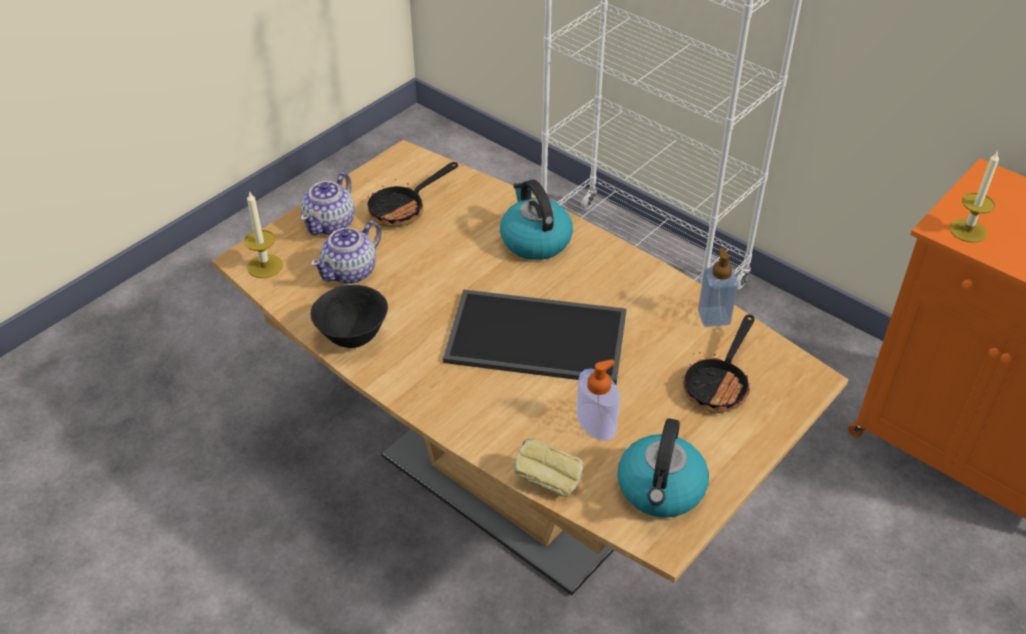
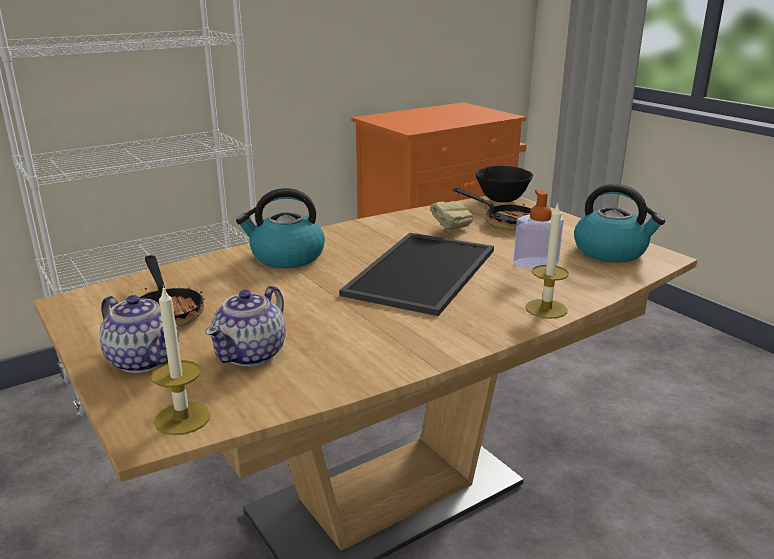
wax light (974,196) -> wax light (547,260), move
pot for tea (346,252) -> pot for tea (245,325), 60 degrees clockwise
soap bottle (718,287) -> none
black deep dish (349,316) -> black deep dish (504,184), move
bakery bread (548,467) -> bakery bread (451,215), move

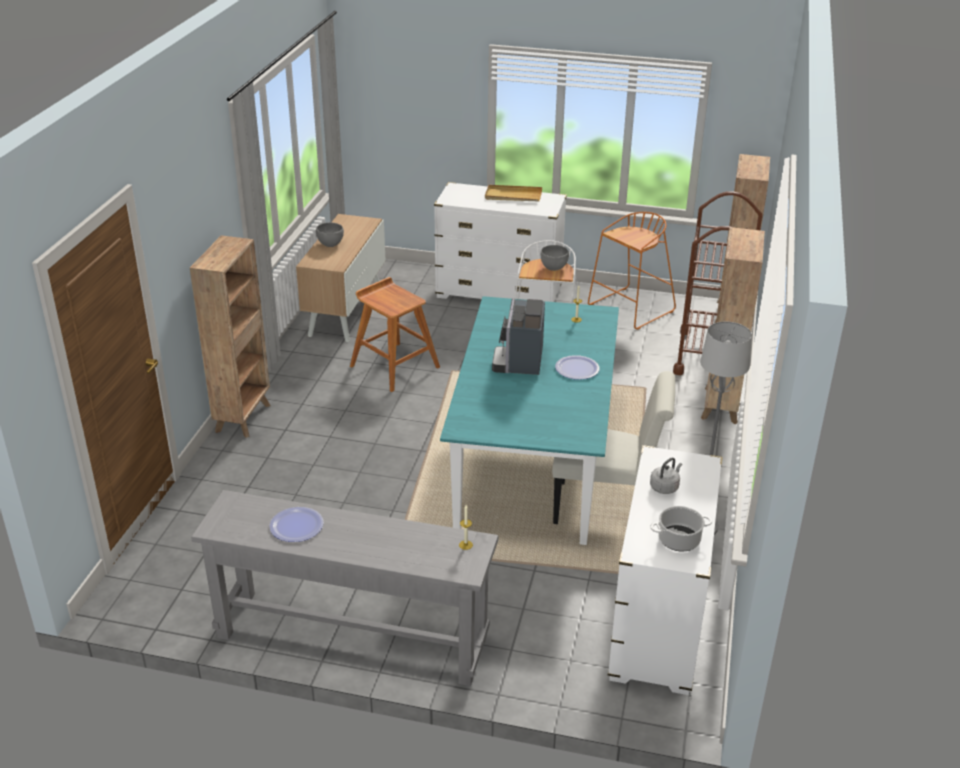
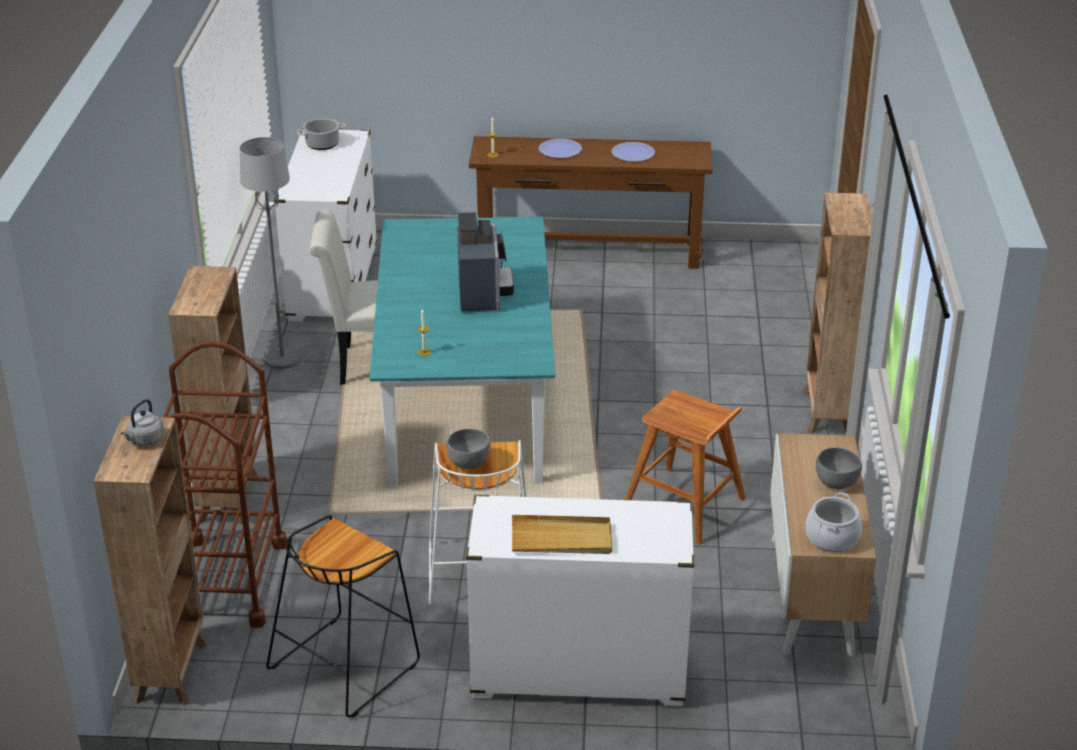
orangey sitting stool (632,271) -> black sitting stool (343,616)
plate (577,367) -> plate (560,148), move
grey water kettle (666,475) -> grey water kettle (142,422), move
grey console table (344,588) -> brown console table (591,202)
none -> stockpot (834,522)

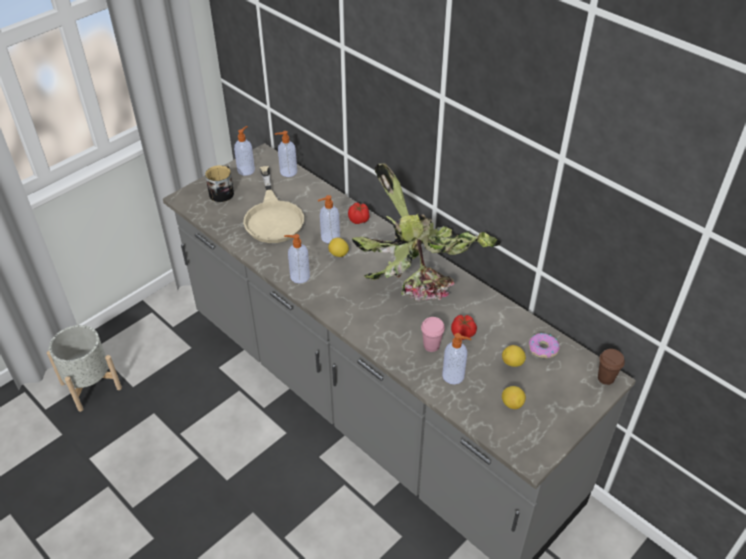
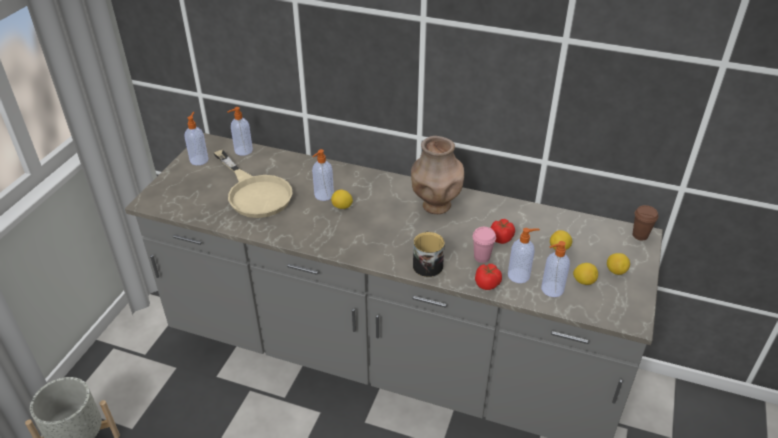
potted plant (426,232) -> brown vase (437,175)
coffee mug (219,183) -> coffee mug (429,254), move
fresh tomato (359,213) -> fresh tomato (488,277), move
soap bottle (297,258) -> soap bottle (555,269), move
donut (544,345) -> none
none -> lemon (618,264)

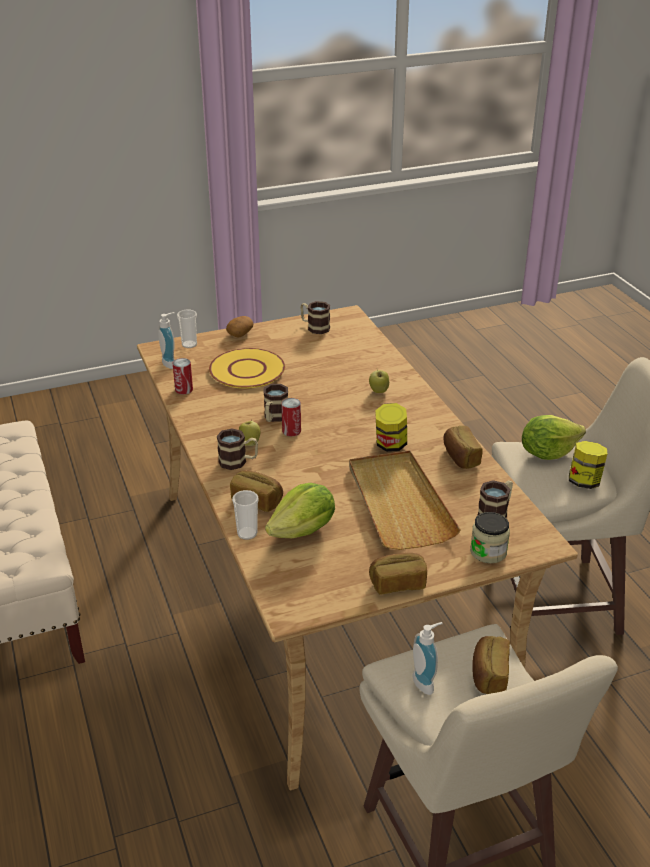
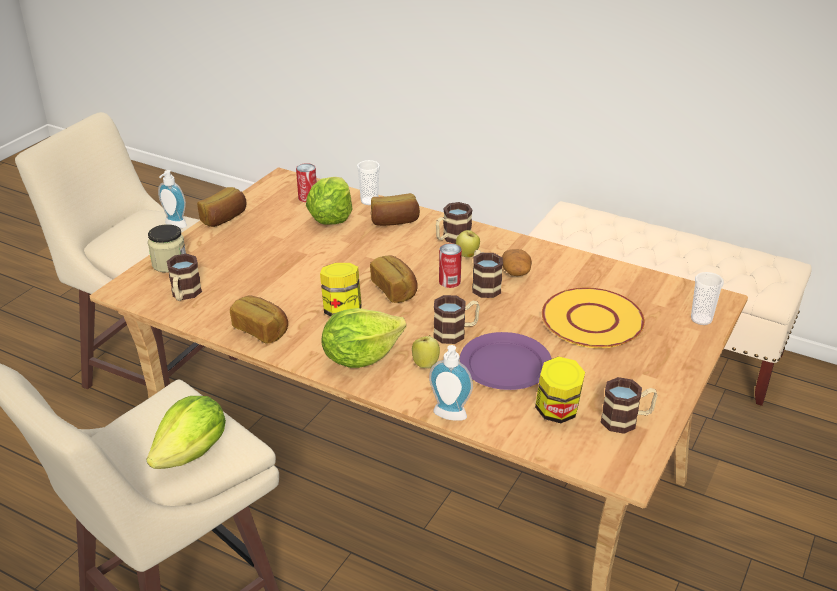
soap bottle (166,340) -> soap bottle (451,383), move
potato (239,327) -> potato (517,262), move
sealed can (183,376) -> sealed can (306,182), move
jar (588,465) -> jar (560,389), move
sand-coloured carrying tray (405,500) -> none
bakery bread (491,665) -> bakery bread (394,279), move
none -> coffee mug (456,319)
none -> lettuce (363,338)
none -> purple-coloured plate (506,361)

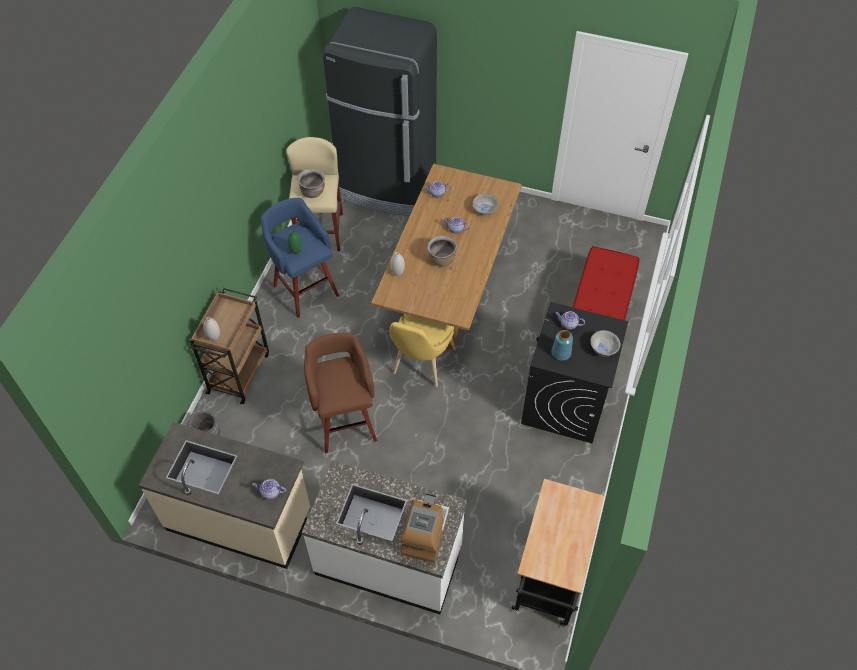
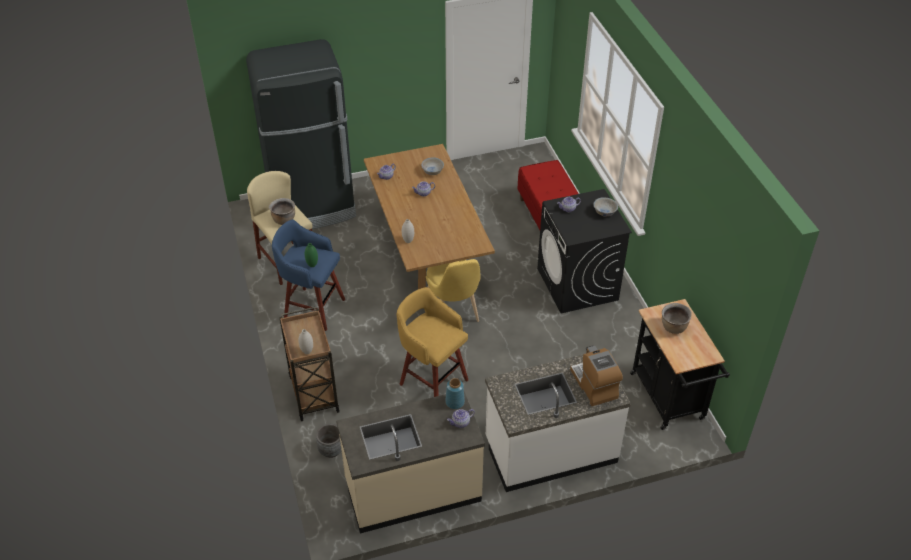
brown stockpot (442,251) -> brown stockpot (677,318), move
bluish vase (562,345) -> bluish vase (455,393), move
brown sitting stool (340,393) -> yellow-coloured sitting stool (432,342)

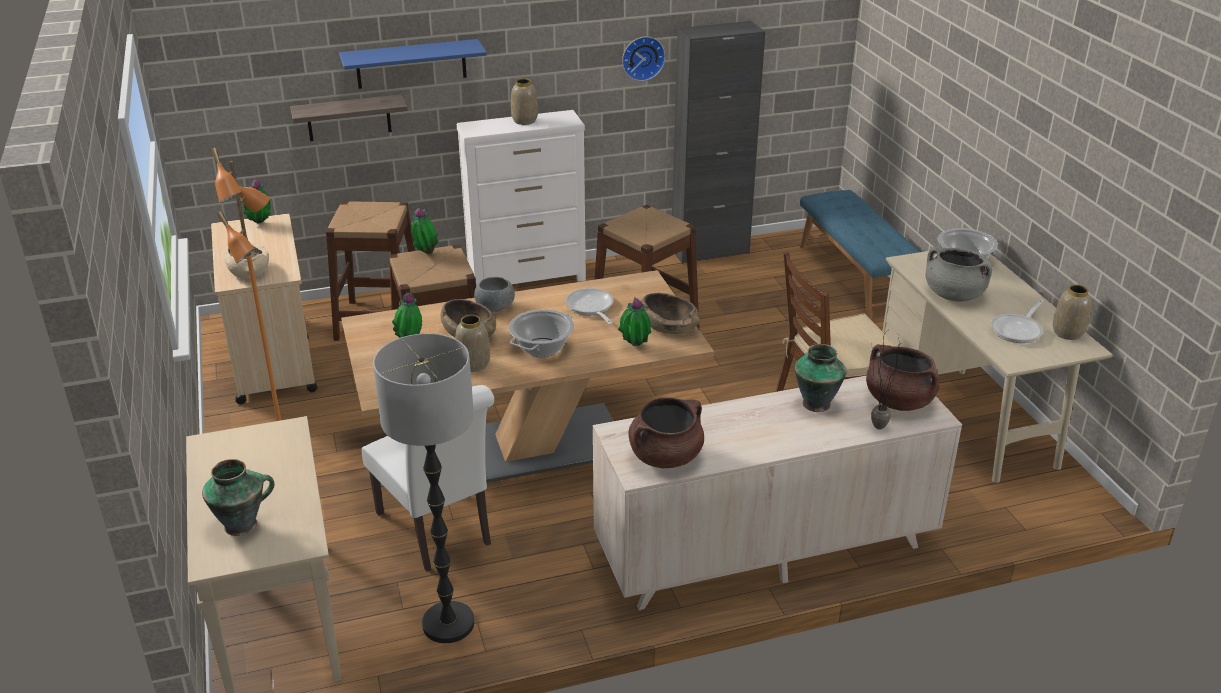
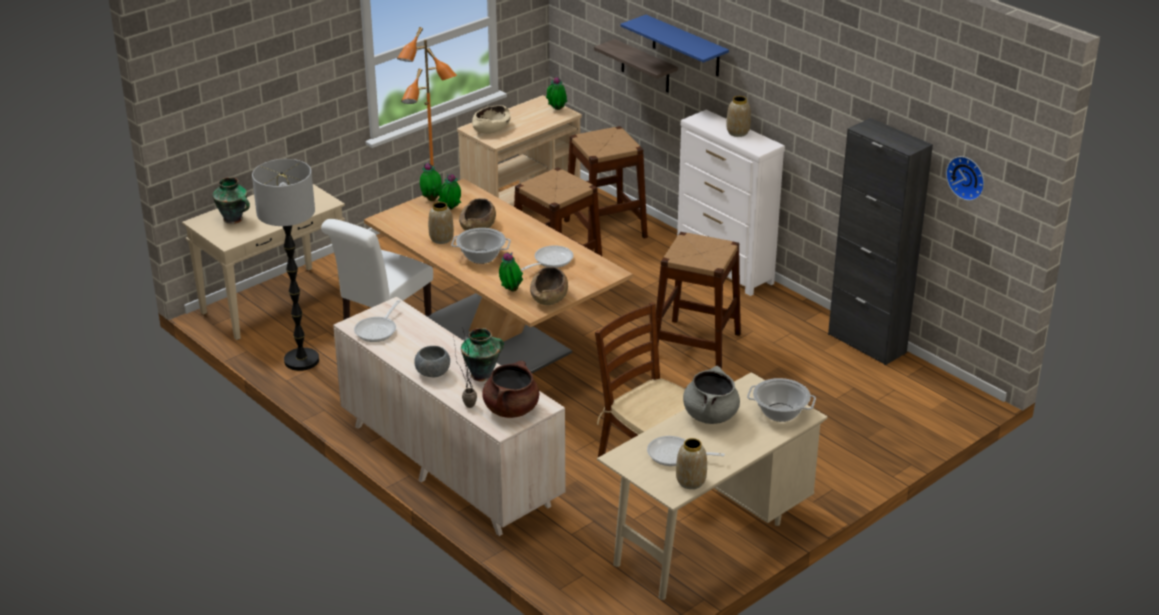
hanging clock (644,59) -> hanging clock (965,178), move
bluish long seat (860,254) -> none
potted plant (425,231) -> potted plant (431,181), move
grey deep dish (494,294) -> grey deep dish (432,361), move
brown stockpot (666,433) -> pan (377,321)

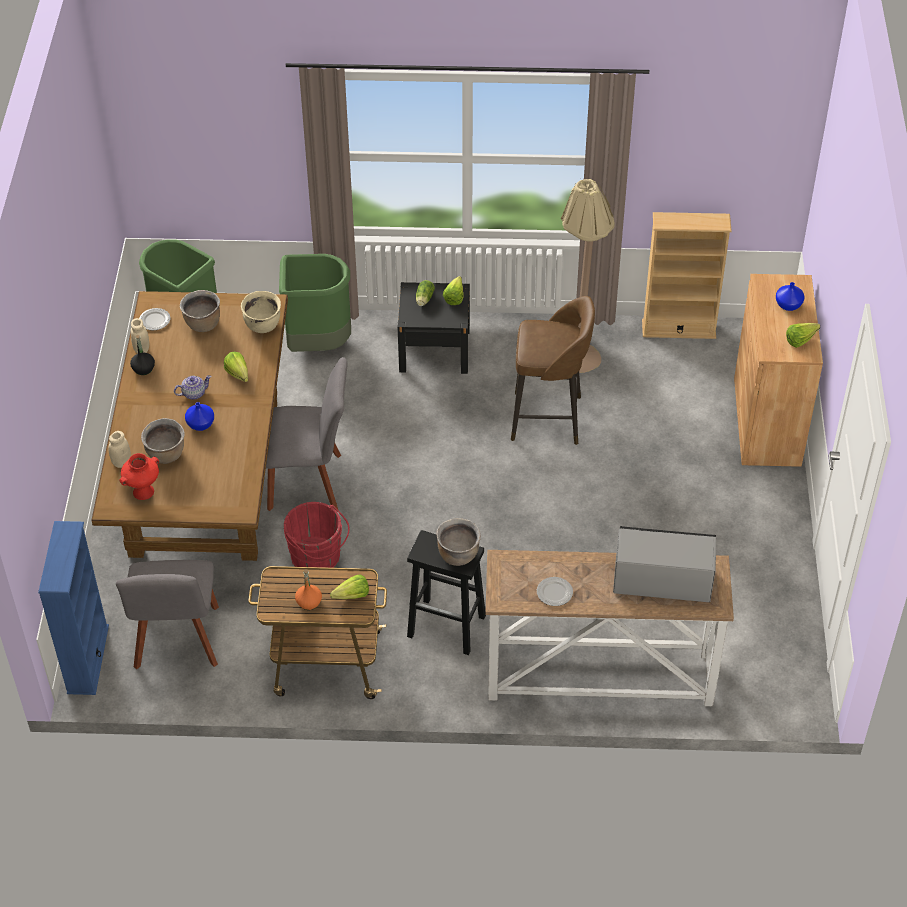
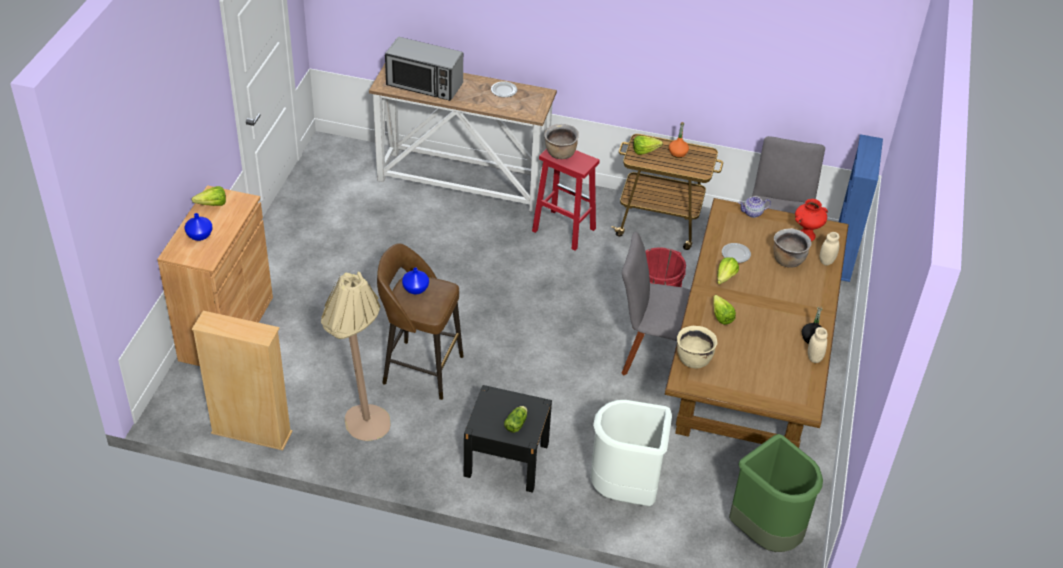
greenish trash can (315,303) -> white trash can (631,453)
lettuce (453,290) -> lettuce (728,271), move
brown stockpot (200,311) -> none
plate (154,319) -> plate (736,253), move
pot for tea (192,387) -> pot for tea (755,207), move
bluish vase (199,416) -> bluish vase (415,281), move
black sitting stool (446,592) -> reddish sitting stool (566,200)

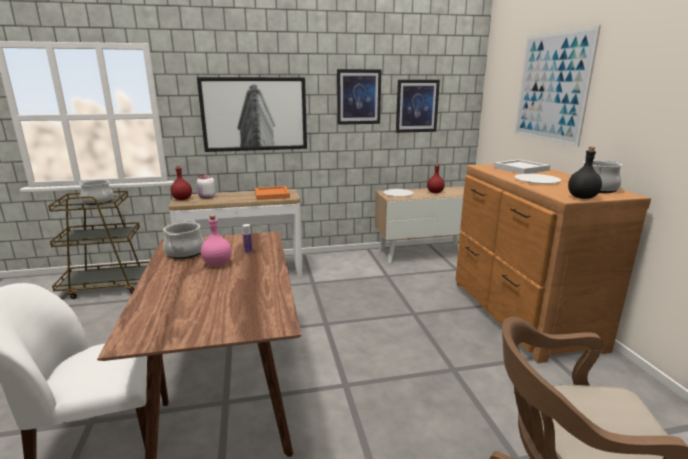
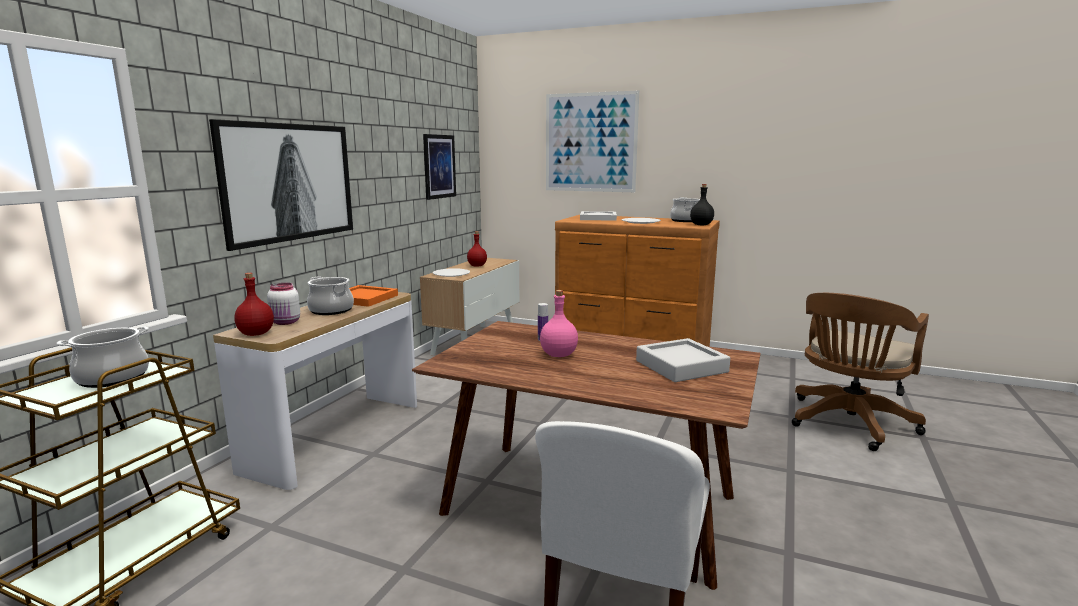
wall art (359,97) -> none
stockpot (183,239) -> stockpot (330,295), move
none -> grey carrying tray (683,360)

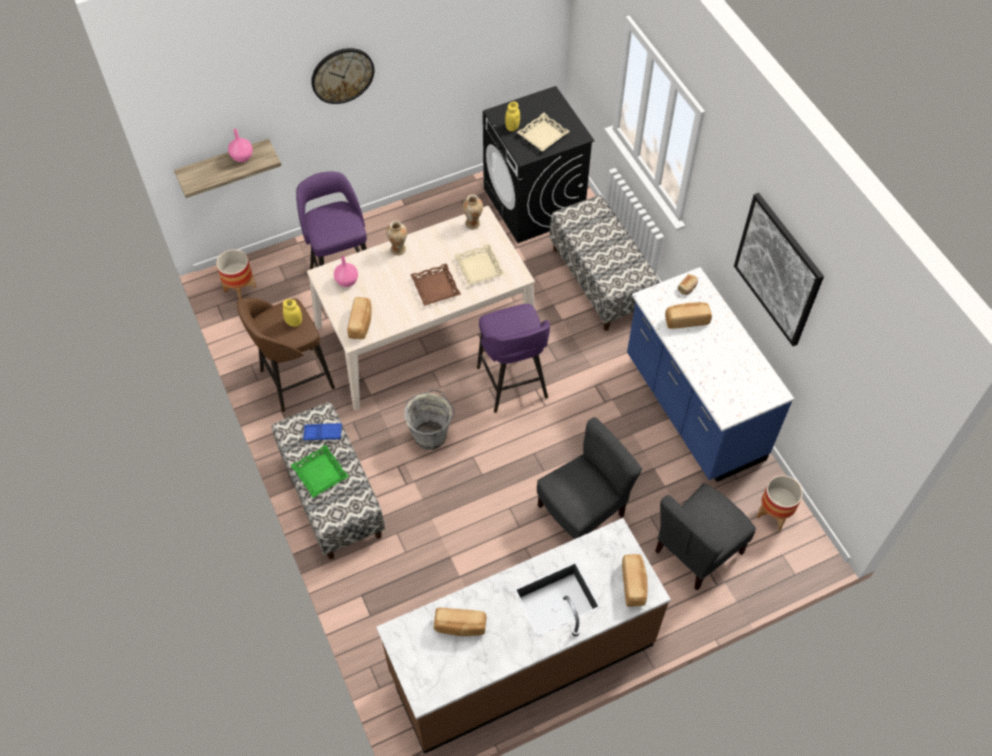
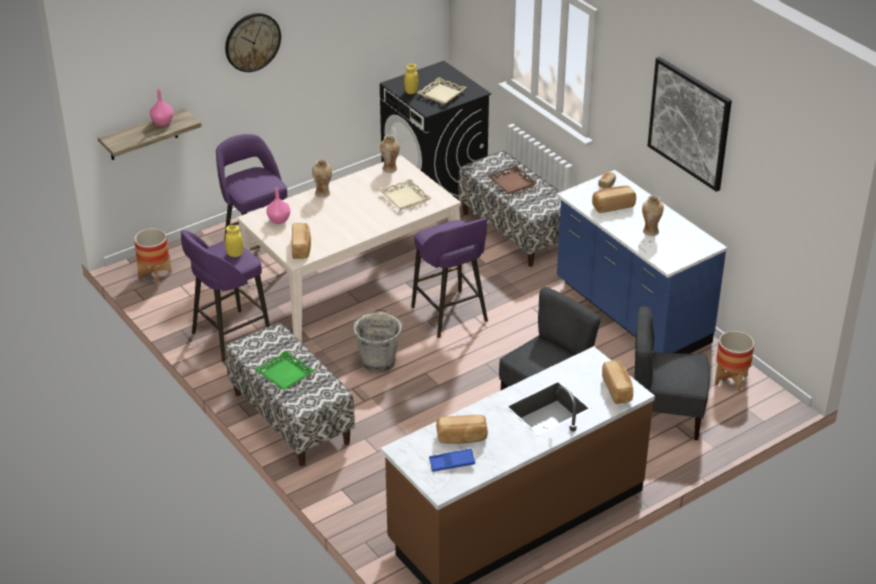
brown carrying tray (435,284) -> brown carrying tray (512,179), move
brown sitting stool (286,355) -> purple-coloured sitting stool (225,295)
bluish carrying tray (322,431) -> bluish carrying tray (452,460), move
grey upright chair (705,537) -> grey upright chair (672,373), 60 degrees clockwise
none -> vase (653,215)

